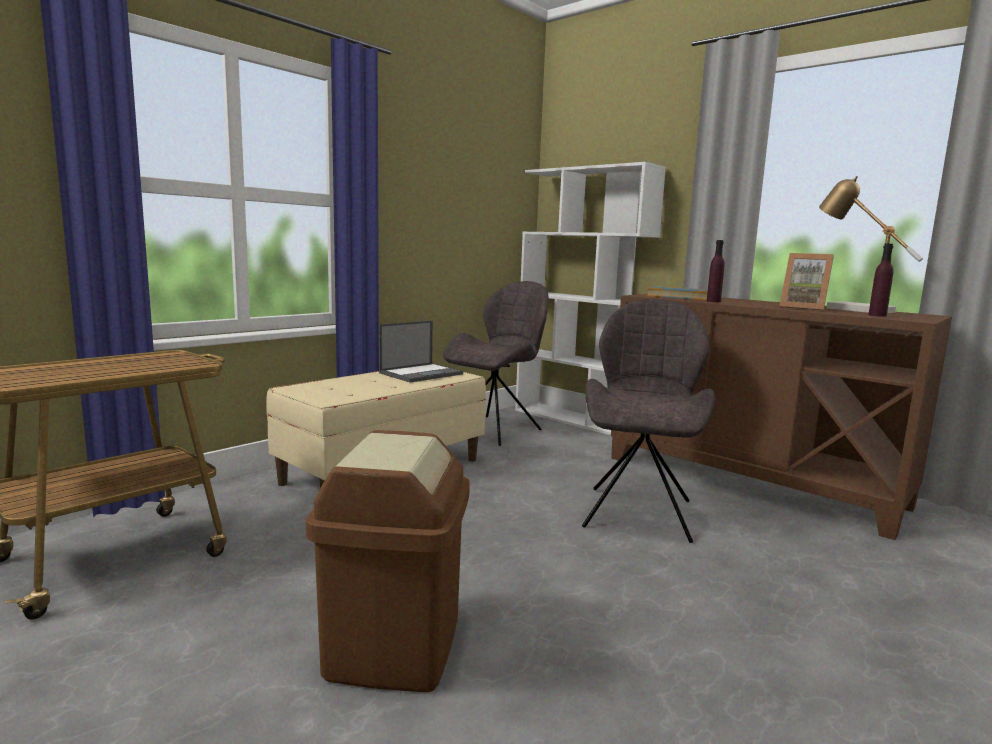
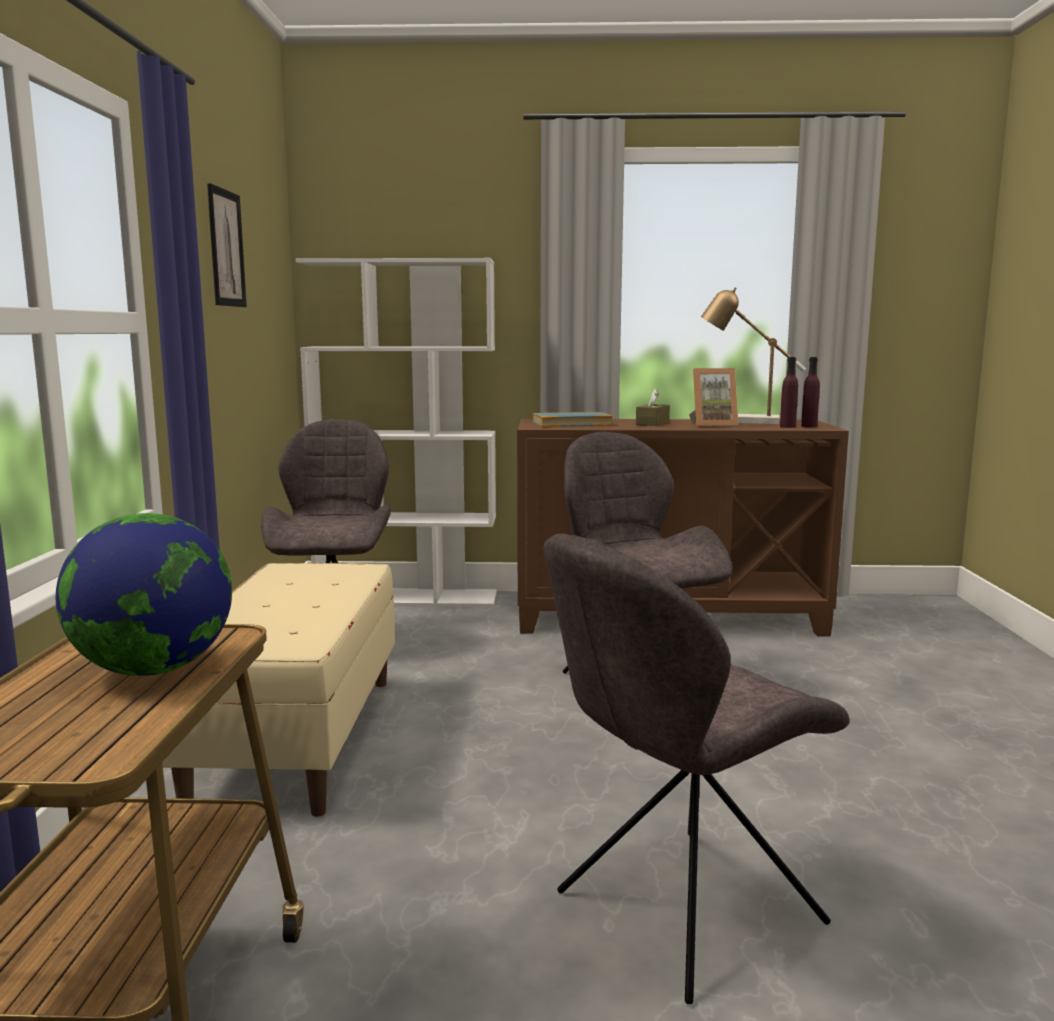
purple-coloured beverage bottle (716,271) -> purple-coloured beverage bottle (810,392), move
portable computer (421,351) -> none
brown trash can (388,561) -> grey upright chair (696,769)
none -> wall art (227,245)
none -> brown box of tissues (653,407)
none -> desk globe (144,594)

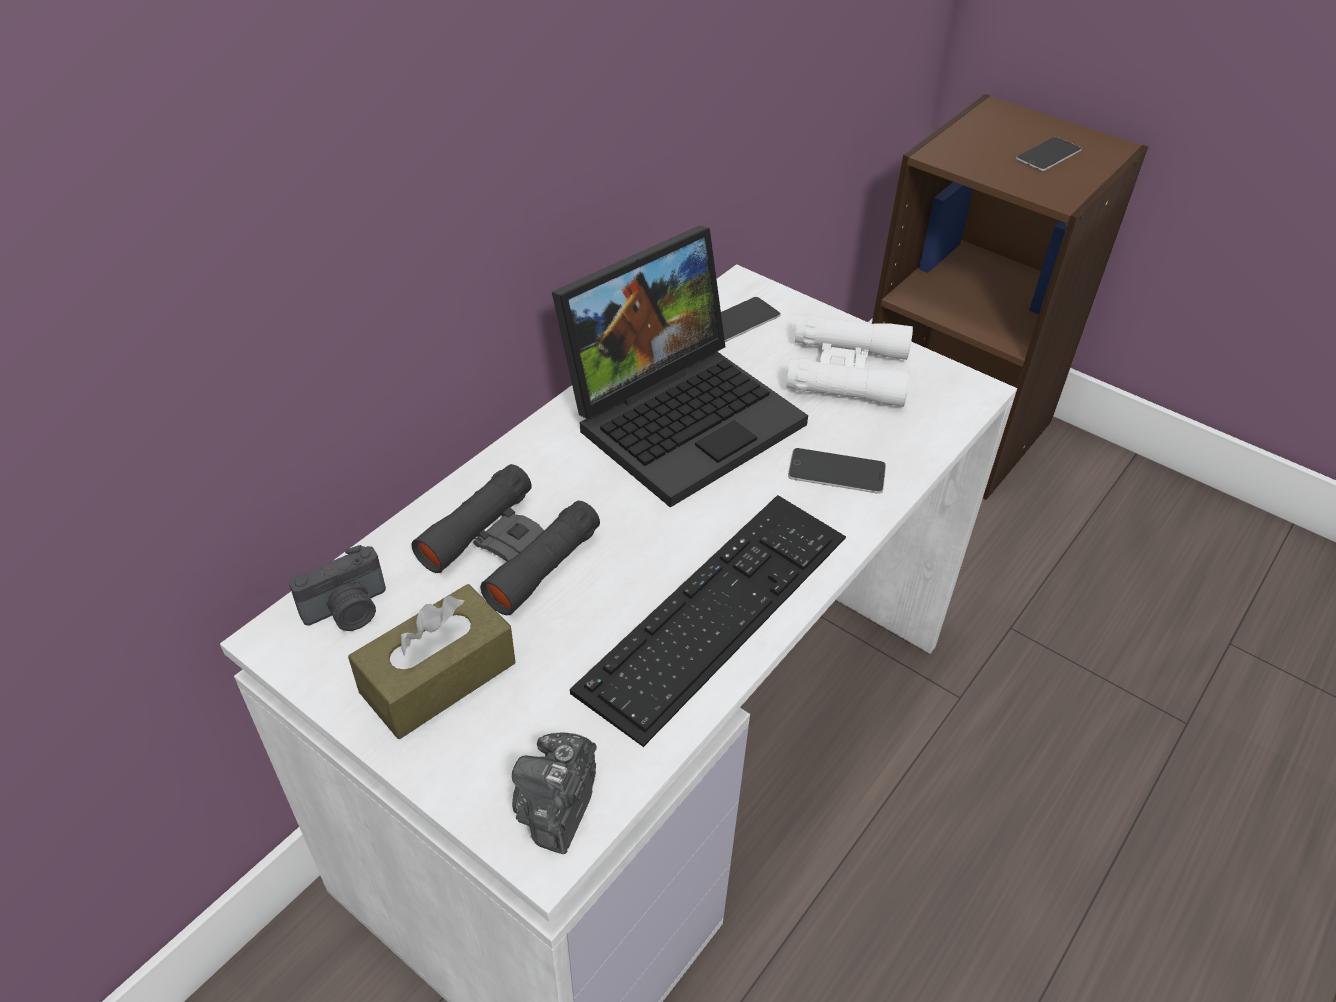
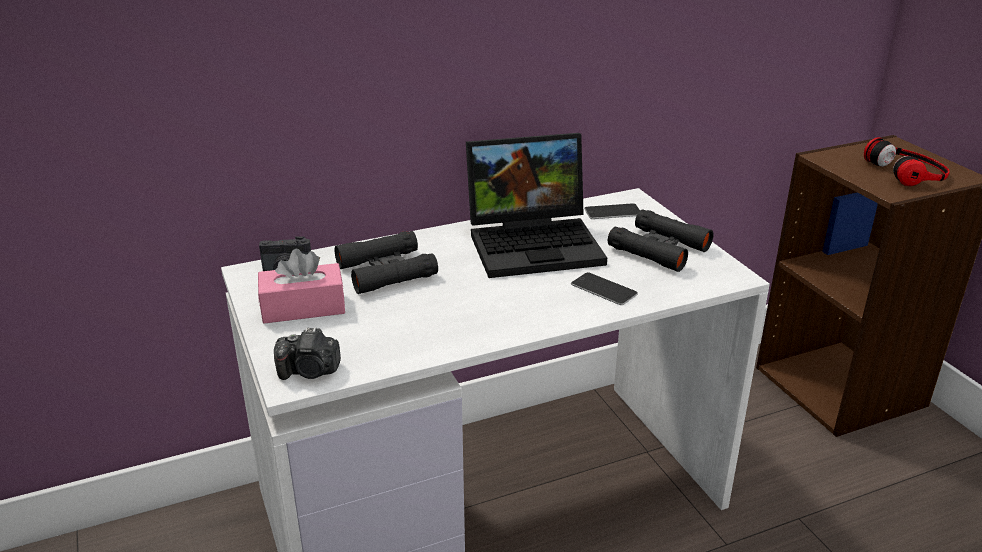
handset (1049,154) -> pair of headphones (907,161)
white field glasses (849,360) -> black field glasses (661,240)
computer keyboard (708,621) -> none
brown box of tissues (431,661) -> pink box of tissues (301,286)
photo camera (554,793) -> photo camera (307,353), 135 degrees counterclockwise

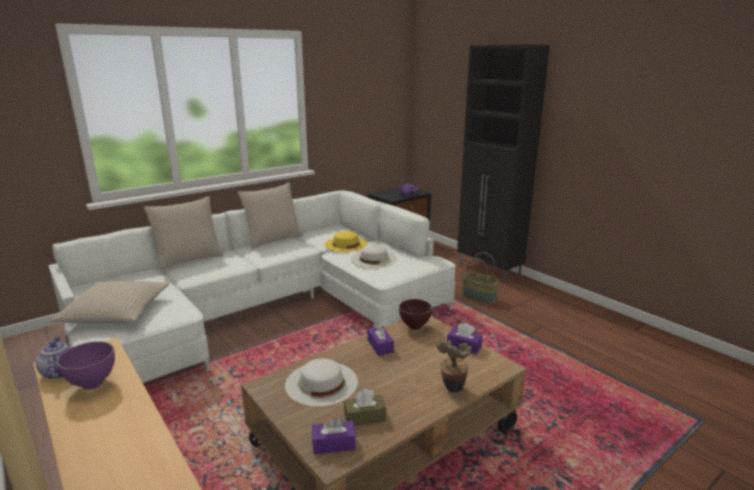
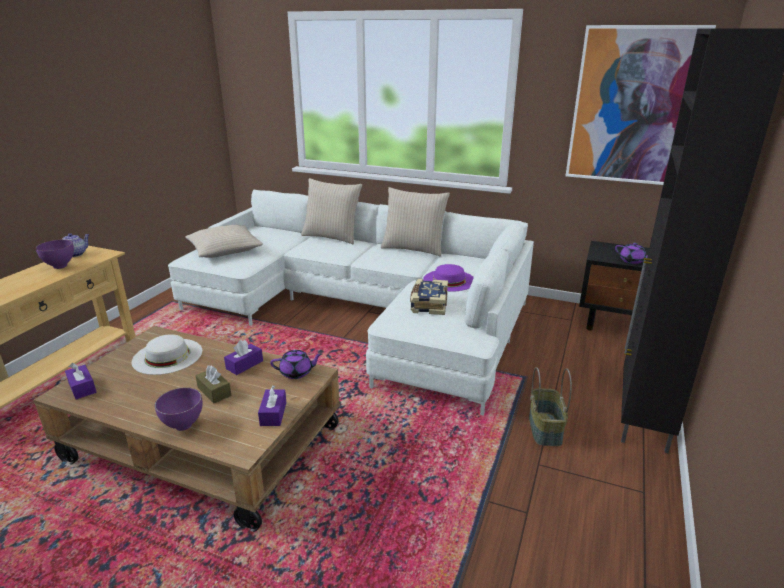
yellow-coloured wearable hat (346,241) -> purple-coloured wearable hat (448,278)
white wearable hat (374,256) -> book (429,297)
brown deep dish (415,314) -> purple-coloured pot for tea (296,364)
potted plant (454,366) -> purple-coloured deep dish (179,409)
brown box of tissues (365,407) -> brown box of tissues (213,384), move
none -> wall art (641,105)

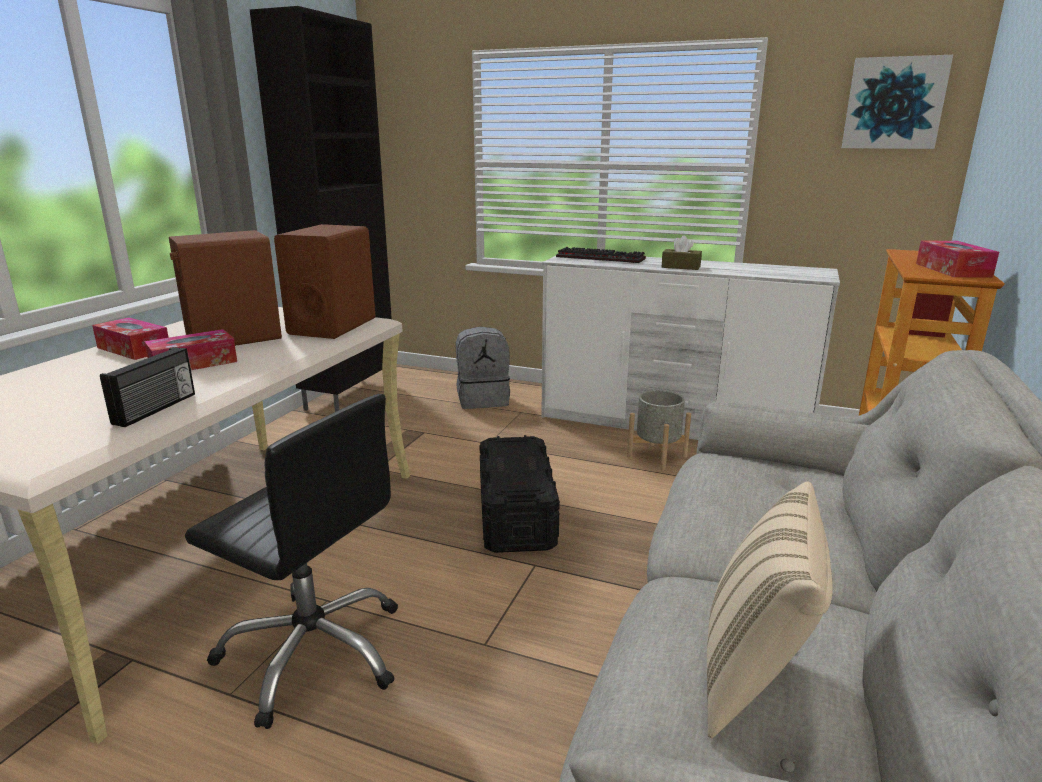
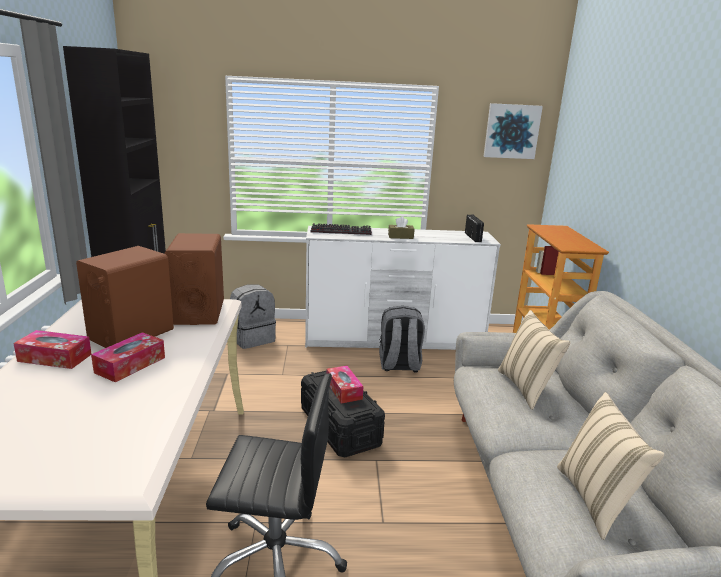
box of tissues (957,259) -> box of tissues (345,385), move
radio receiver (147,387) -> radio receiver (474,228), move
grey plant pot (659,430) -> grey backpack (402,339)
none -> sand-coloured cushion (534,360)

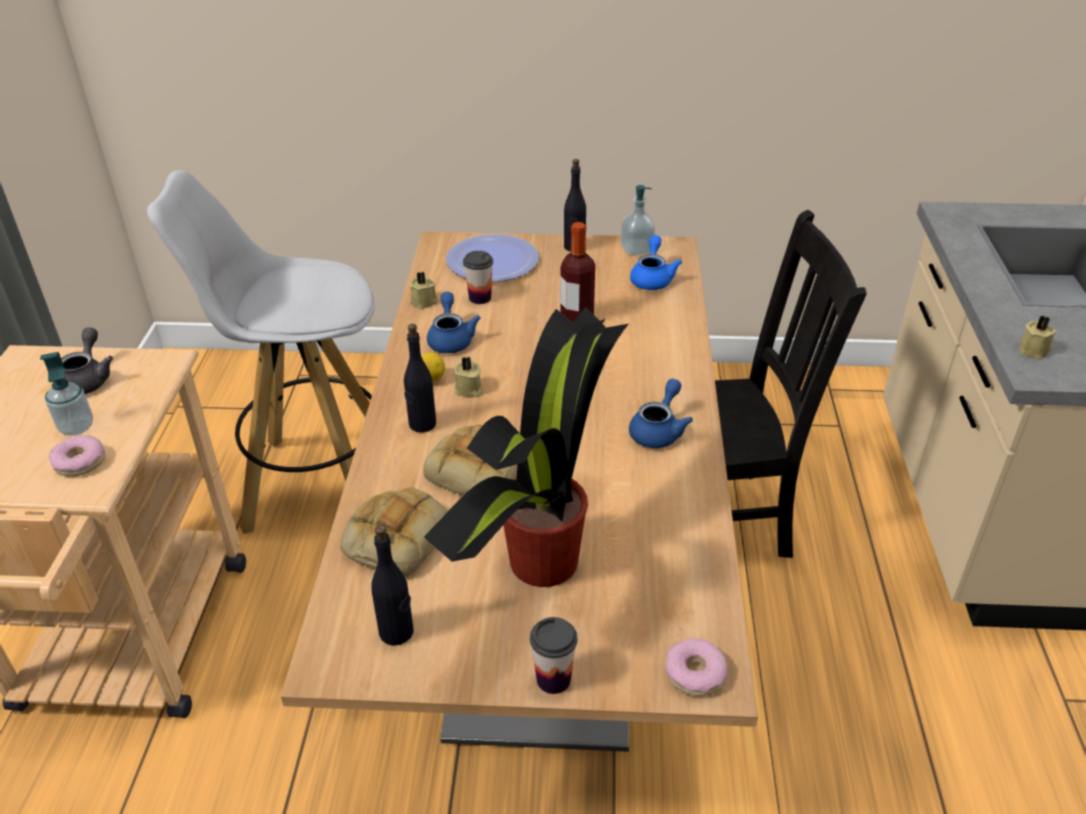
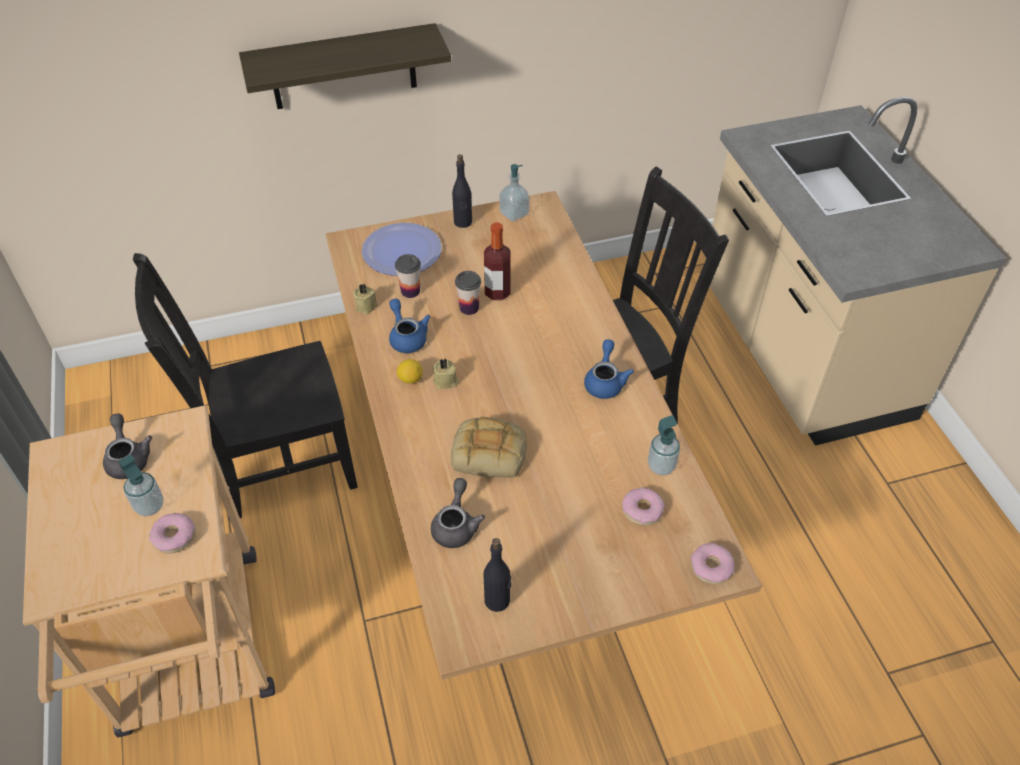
white sitting stool (261,352) -> black upright chair (245,387)
bluish pot for tea (656,262) -> none
potted plant (526,447) -> none
sand-coloured wax light (1037,338) -> none
black beverage bottle (420,378) -> none
bakery bread (394,532) -> grey pot for tea (458,513)
cup (554,655) -> cup (468,293), move
none -> wall shelf (345,66)
none -> soap bottle (664,445)
none -> donut (643,506)

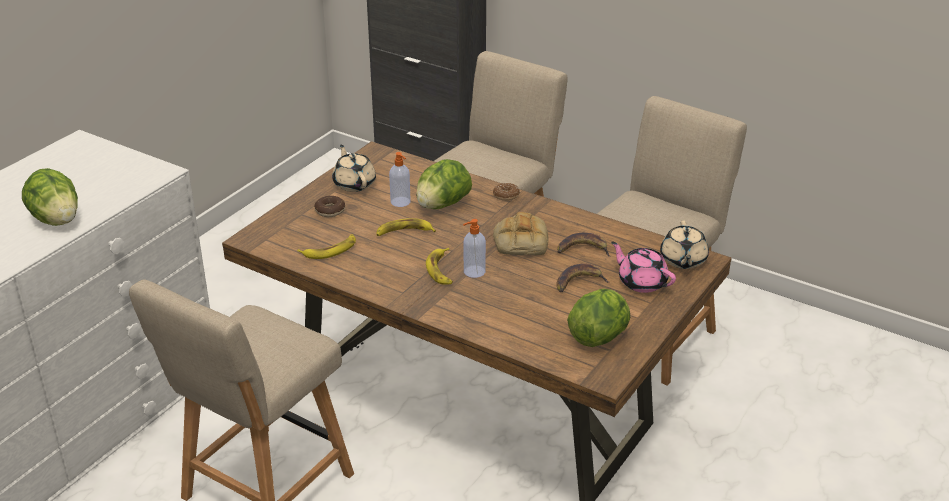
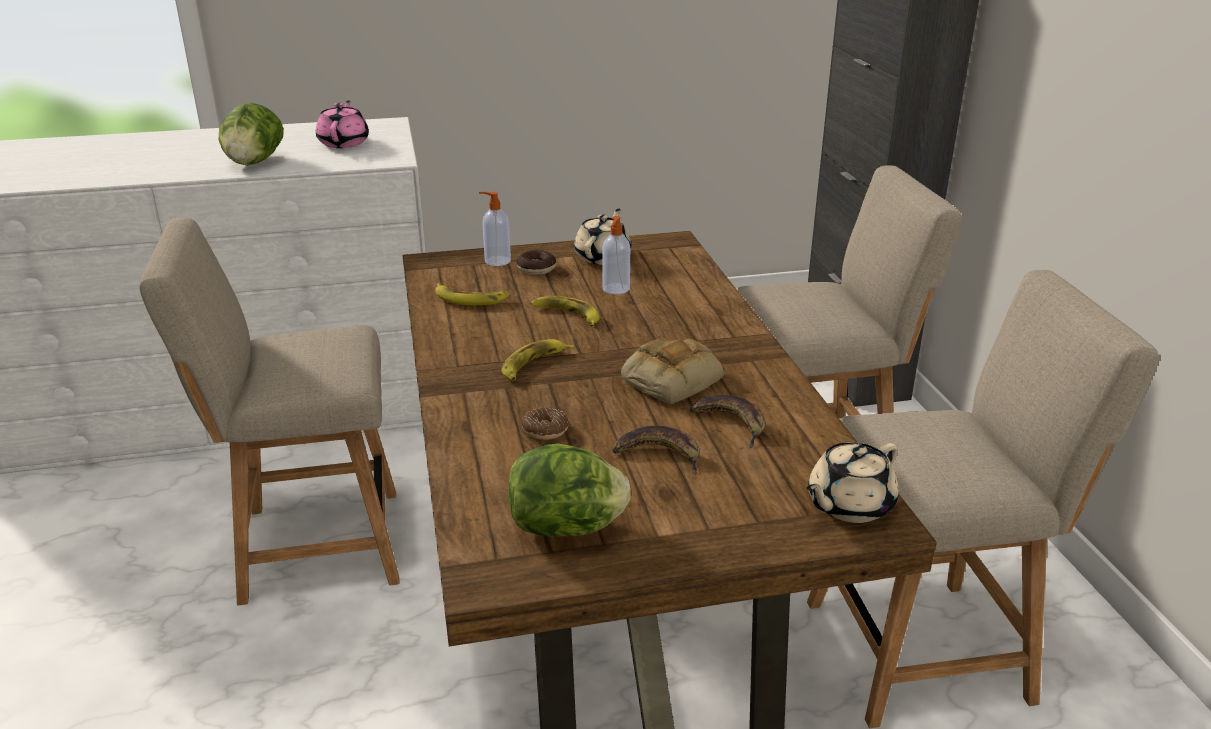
lettuce (444,184) -> none
donut (506,192) -> donut (545,423), move
soap bottle (474,248) -> soap bottle (495,229), move
pink pot for tea (643,267) -> pink pot for tea (342,124), move

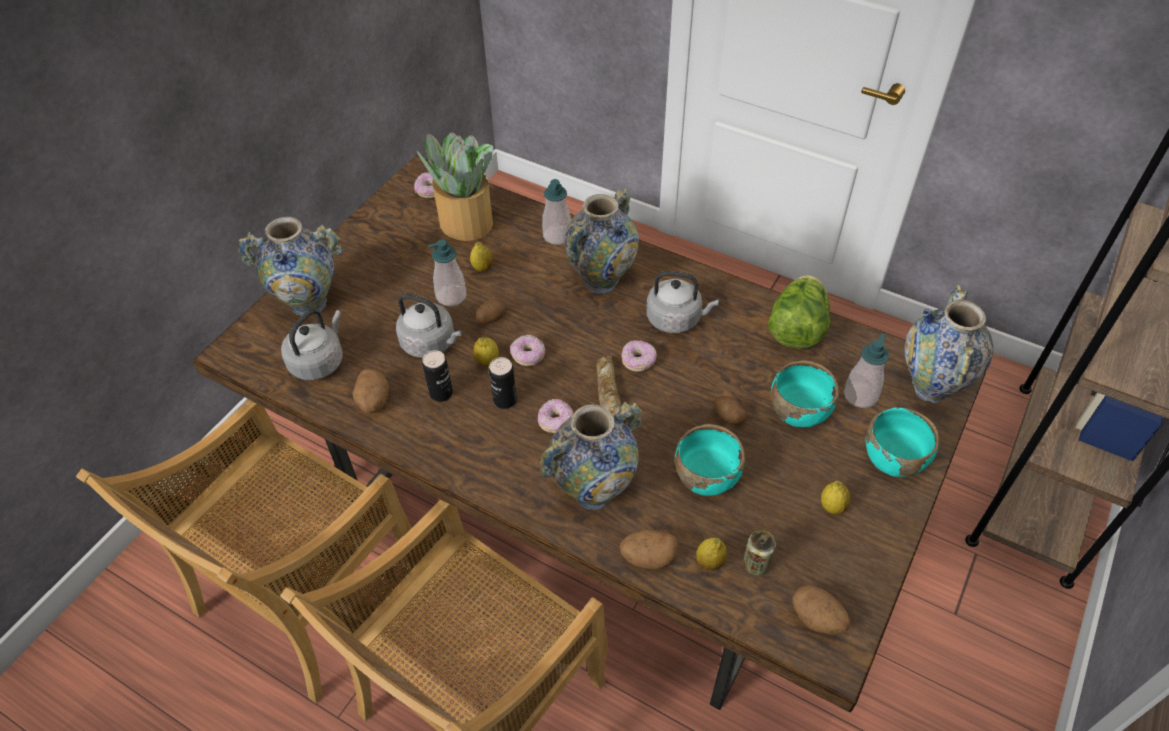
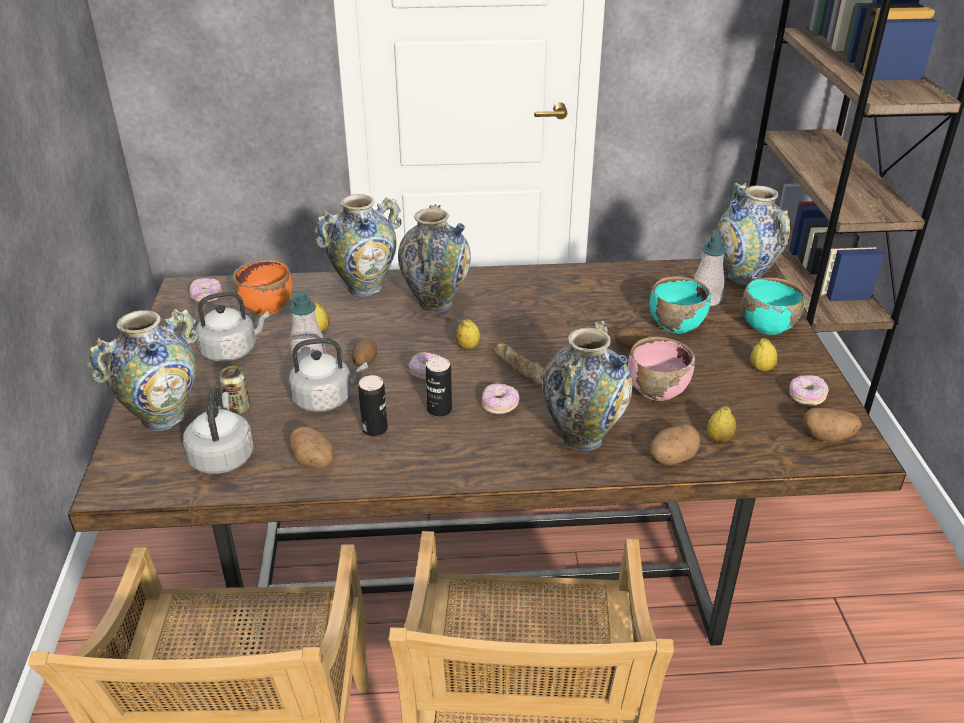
potted plant (455,186) -> orangey deep dish (262,287)
soap bottle (556,212) -> vase (357,245)
grey water kettle (682,302) -> grey water kettle (232,326), move
lettuce (799,312) -> none
lemon (486,351) -> lemon (467,334), move
donut (639,356) -> donut (809,390), move
blue-green deep dish (710,460) -> pink deep dish (661,369)
sealed can (759,553) -> sealed can (234,390), move

